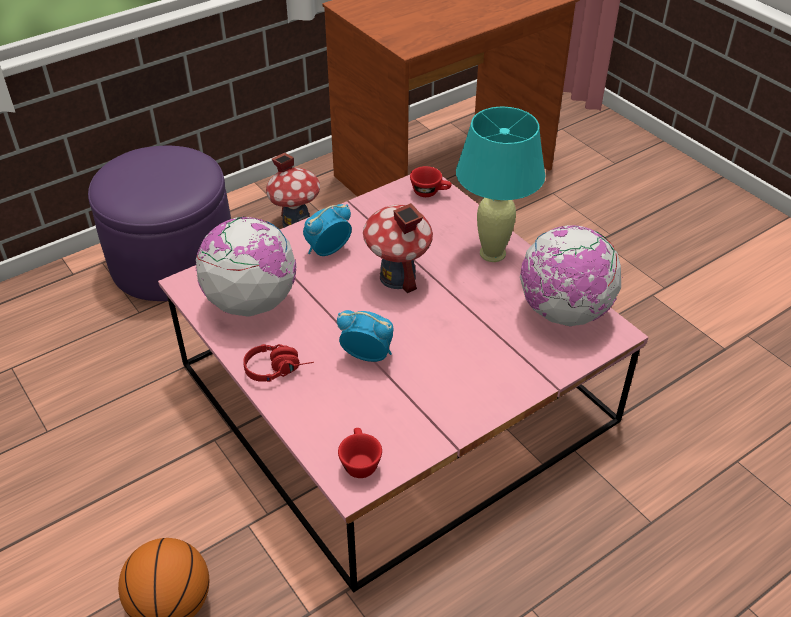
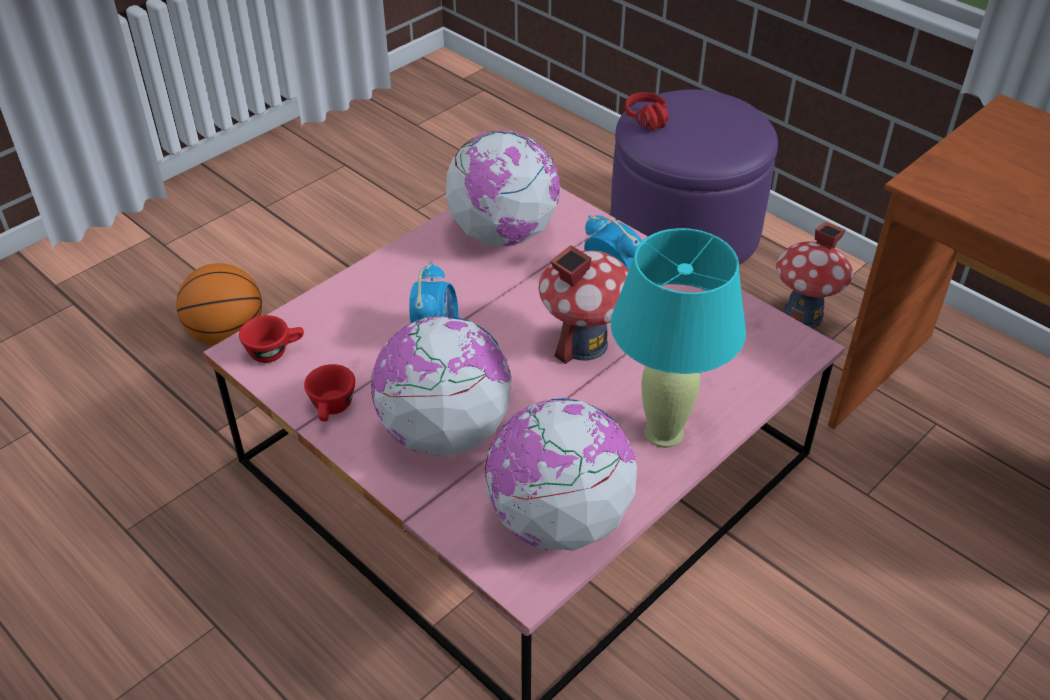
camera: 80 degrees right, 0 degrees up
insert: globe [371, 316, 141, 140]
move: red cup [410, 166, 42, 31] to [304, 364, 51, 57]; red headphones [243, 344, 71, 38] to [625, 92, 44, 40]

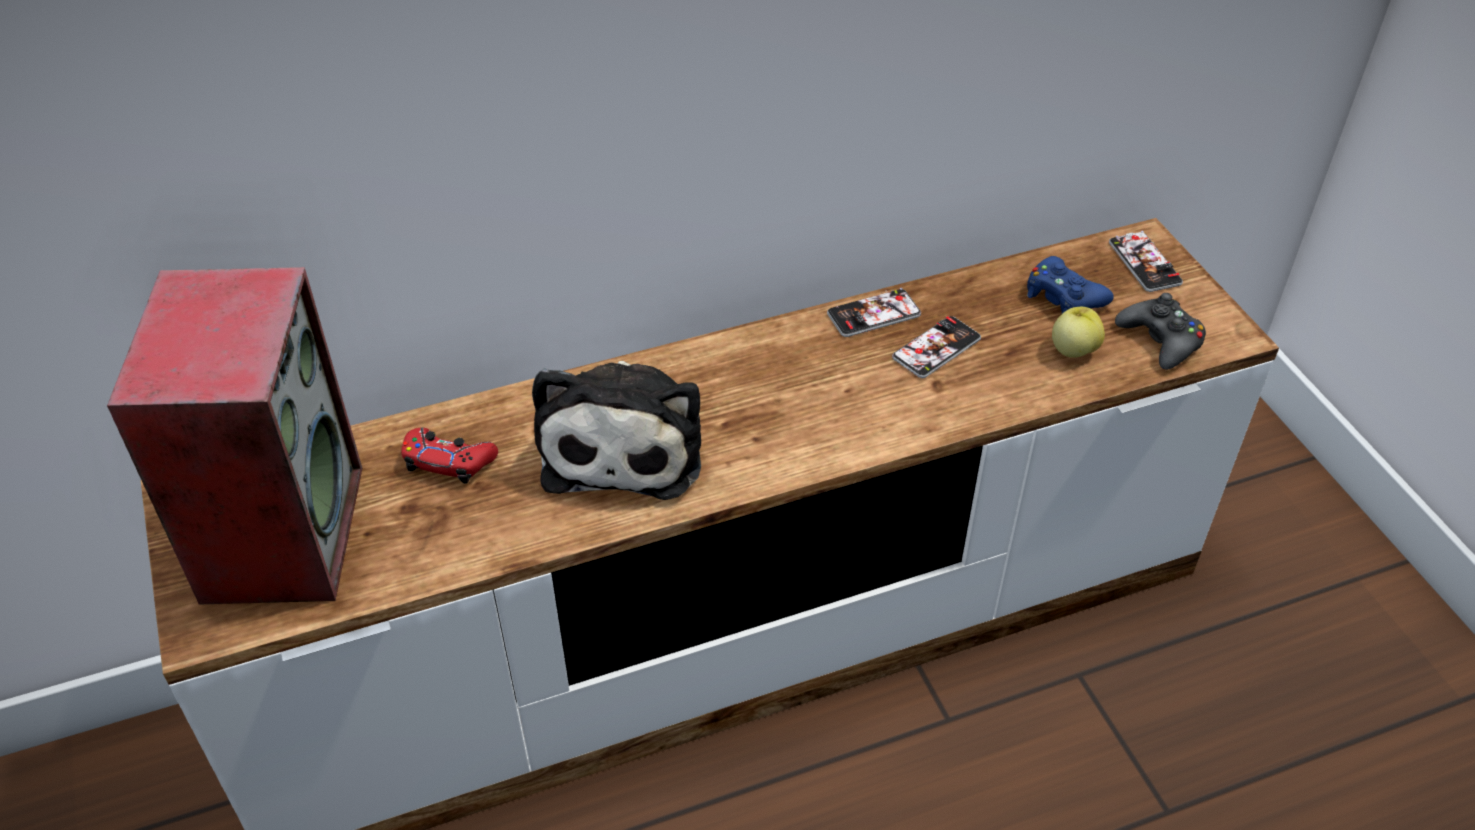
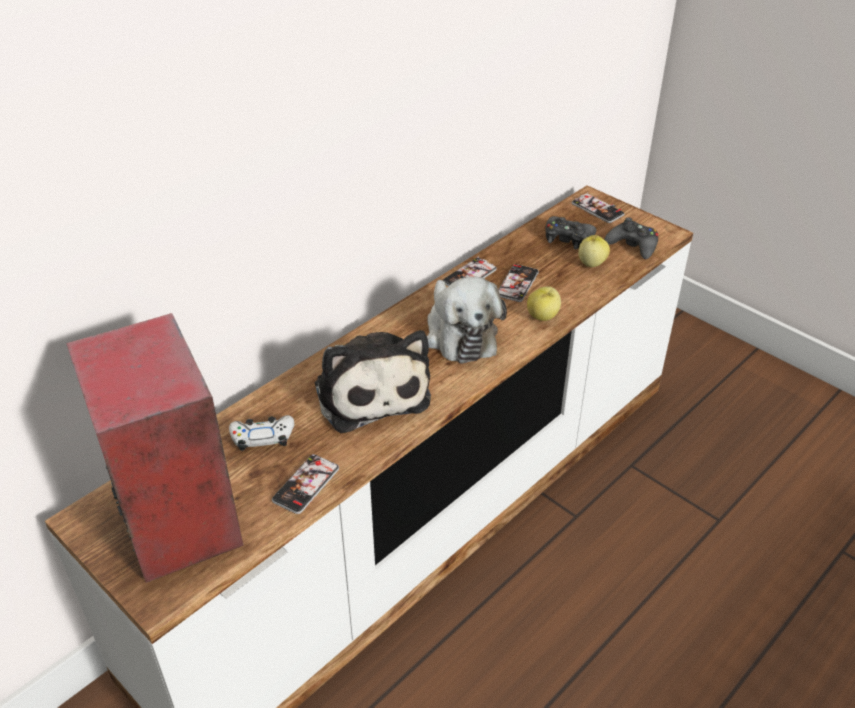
camera: 25 degrees left, 5 degrees down
insert: plush toy [427, 277, 80, 87]; apple [527, 286, 34, 35]; phone [272, 454, 67, 60]
recolor: blue game controller [1027, 256, 87, 57] to black game controller [546, 216, 50, 33]; red game controller [401, 428, 97, 56] to white game controller [229, 415, 65, 36]

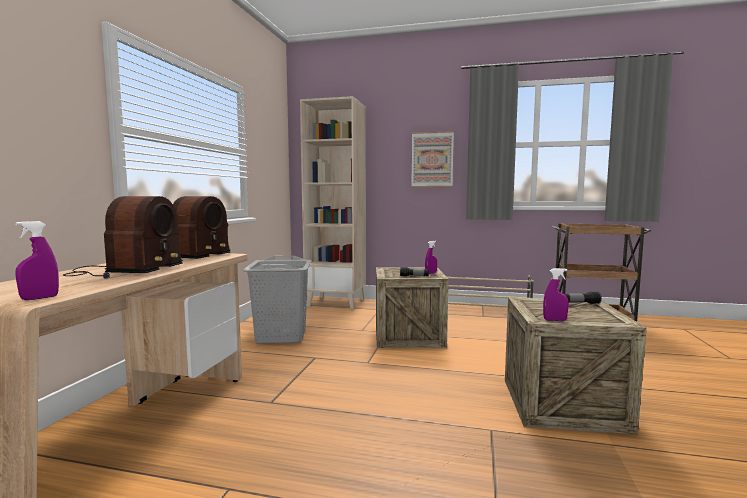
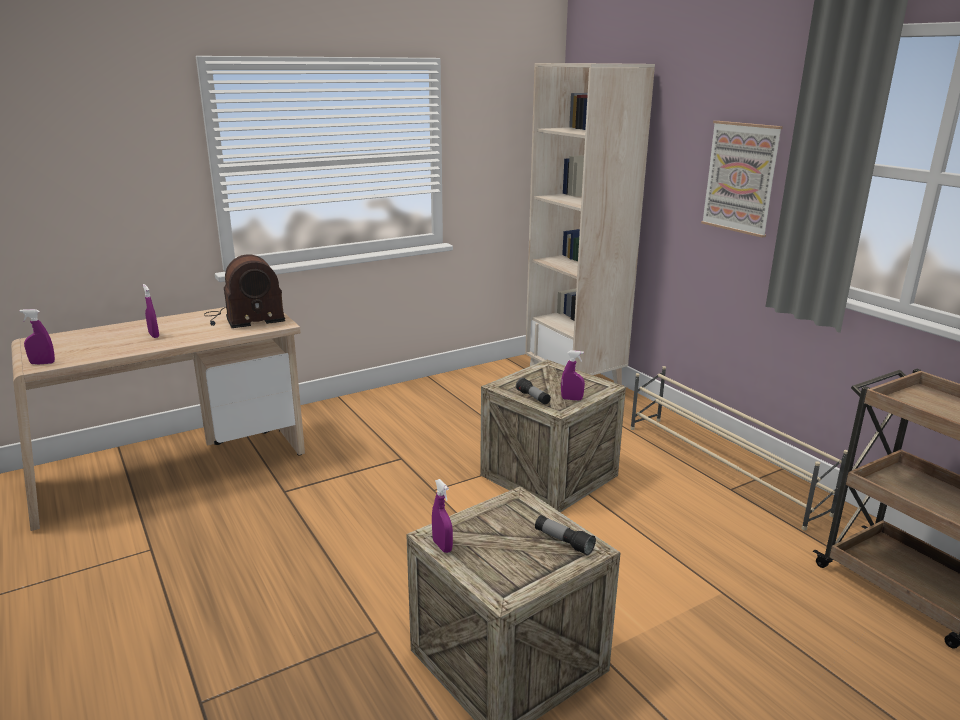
camera: 45 degrees right, 15 degrees up
delete: grey laundry basket [243, 256, 69, 88]
replace: radio [63, 196, 120, 83] to purple spray bottle [143, 284, 16, 54]

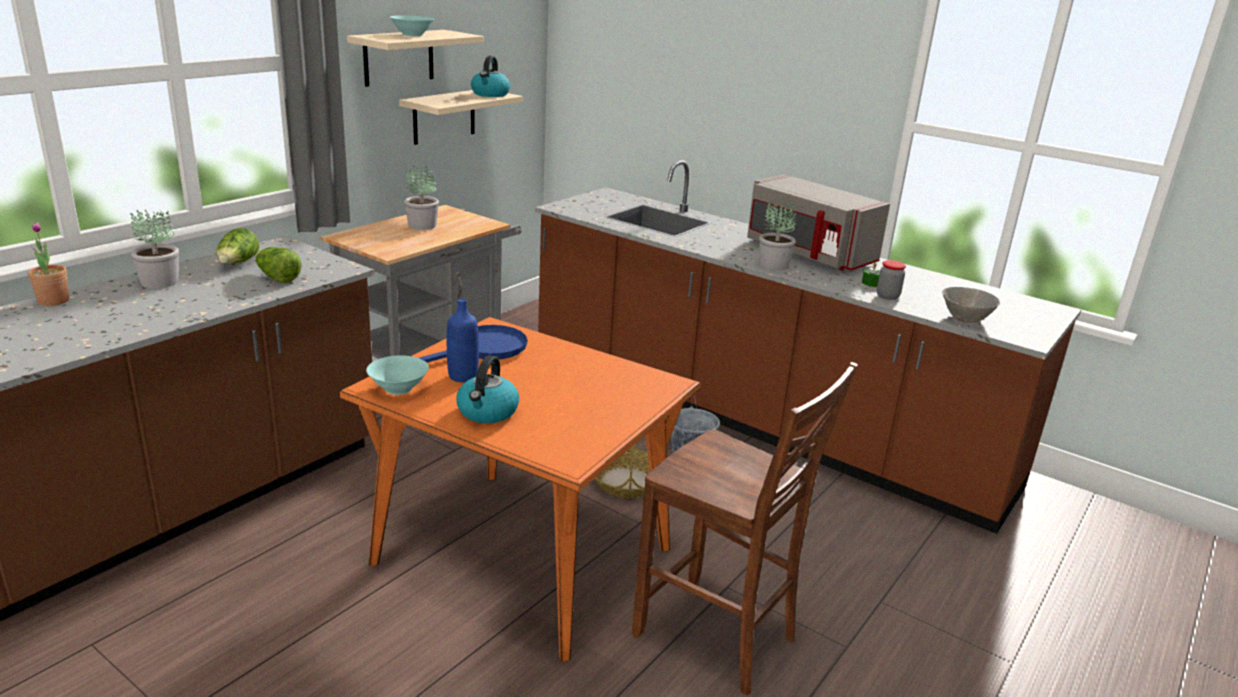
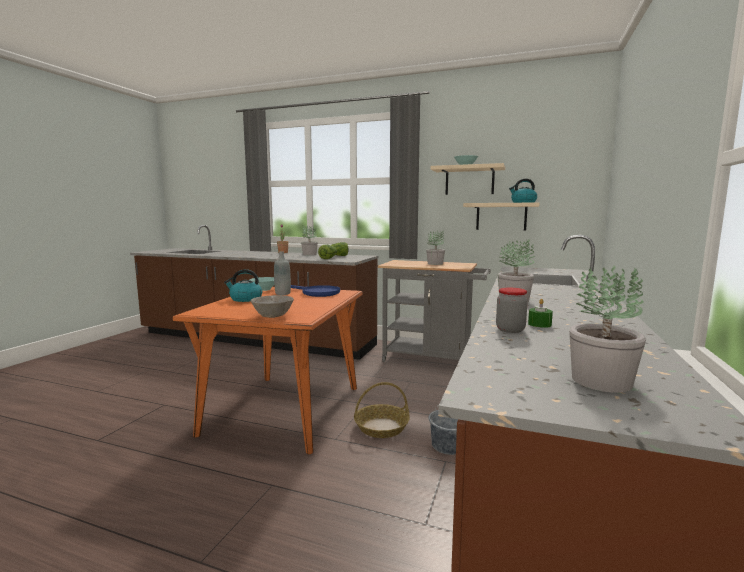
camera: 75 degrees right, 15 degrees down
delete: grey microwave [747, 174, 143, 97]; brown chair [632, 362, 226, 333]
insert: potted plant [569, 265, 77, 128]
move: grey bowl [942, 287, 58, 36] to [250, 295, 44, 23]
recolor: blue bottle [447, 298, 32, 85] to grey bottle [274, 251, 17, 44]

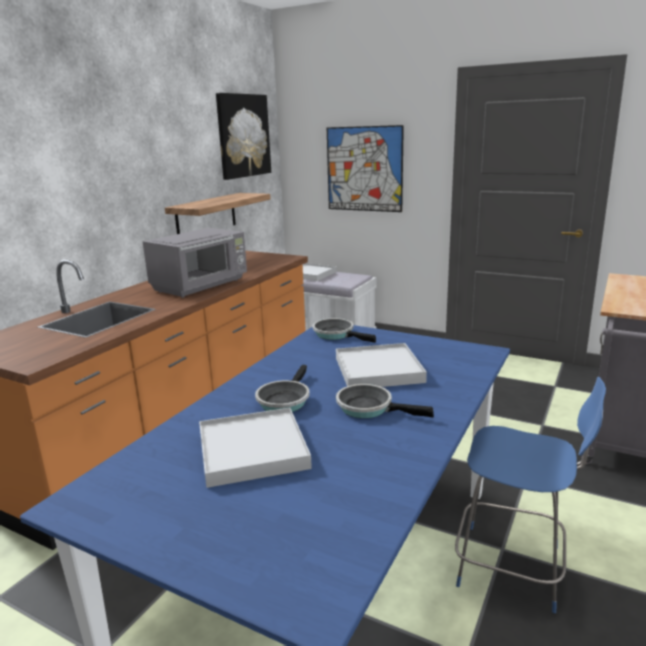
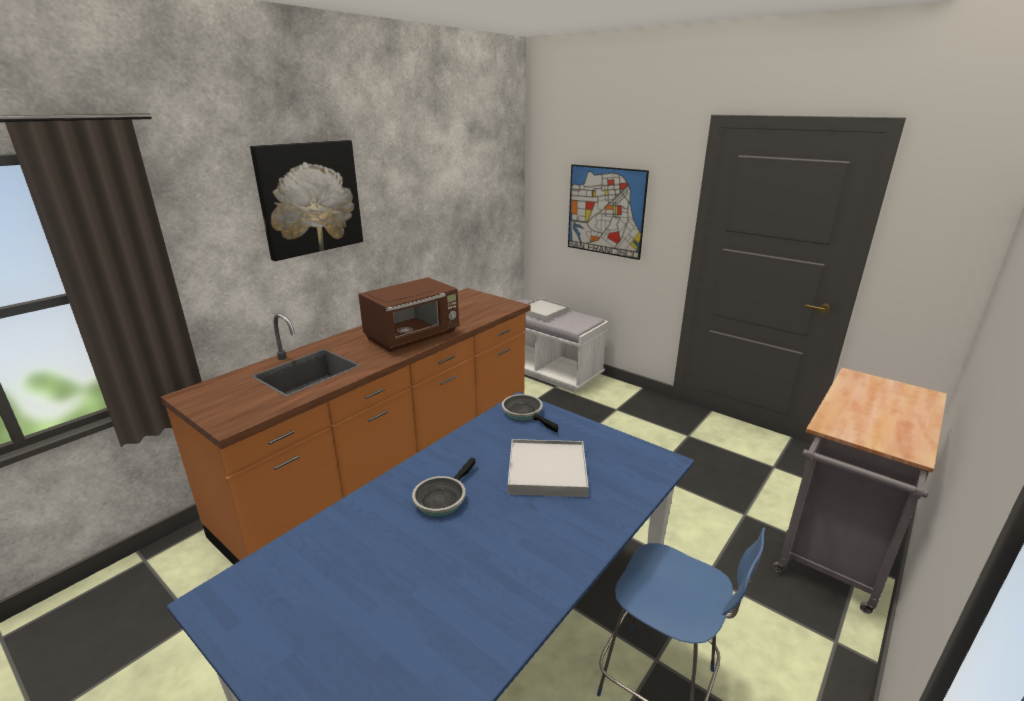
camera: 10 degrees right, 5 degrees up
delete: shelf [165, 193, 106, 41]; frying pan [336, 384, 98, 34]; white tray [199, 408, 113, 80]
move: picture [216, 93, 55, 87] to [250, 140, 113, 121]
recolor: grey microwave [142, 228, 105, 70] to brown microwave [358, 277, 101, 75]

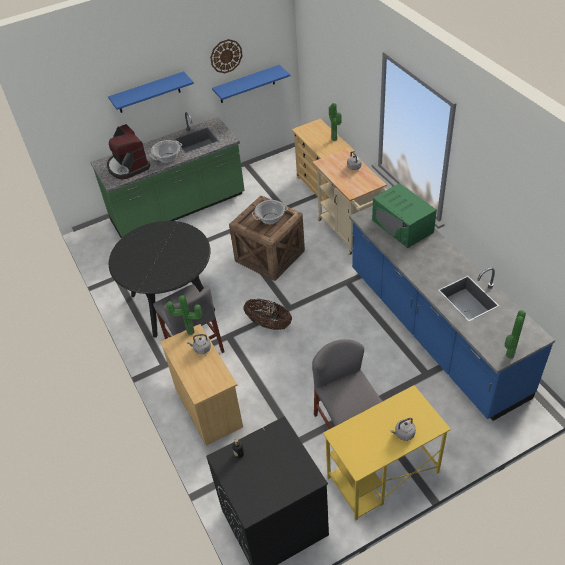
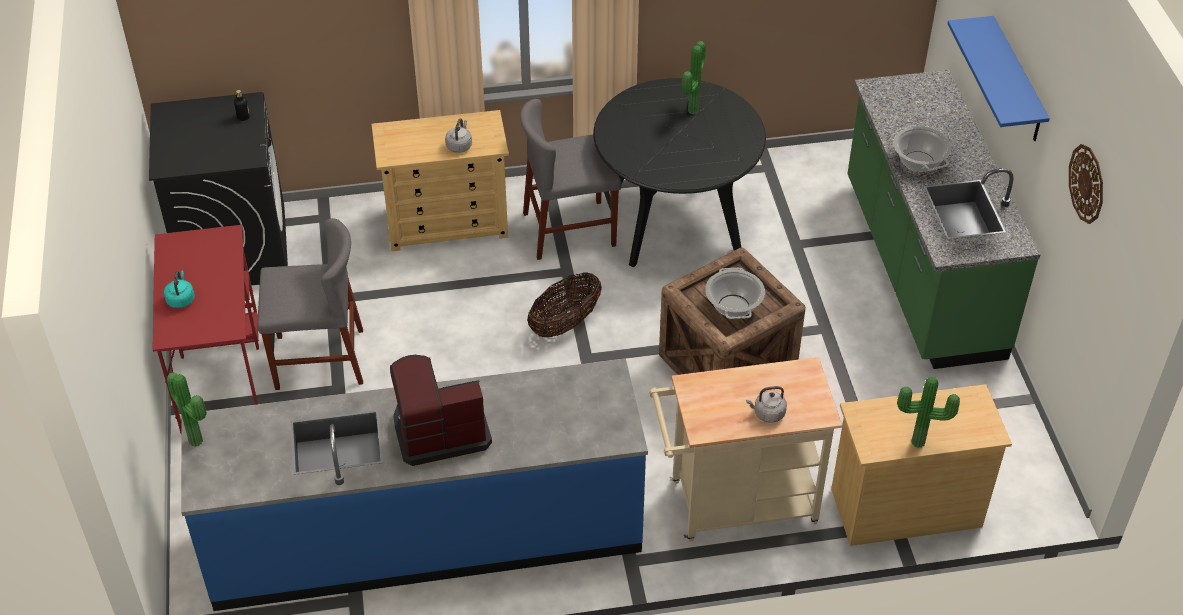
camera: 105 degrees right, 0 degrees up
delete: blue shelf [212, 65, 78, 38]; green microwave [372, 183, 65, 65]
move: coffee machine [107, 124, 43, 55] to [390, 355, 102, 111]; potted plant [166, 295, 37, 40] to [681, 41, 24, 74]
recolor: yellow desk [323, 385, 128, 136] to red desk [152, 225, 107, 208]; grey kettle [390, 418, 26, 23] to turquoise kettle [164, 271, 31, 37]

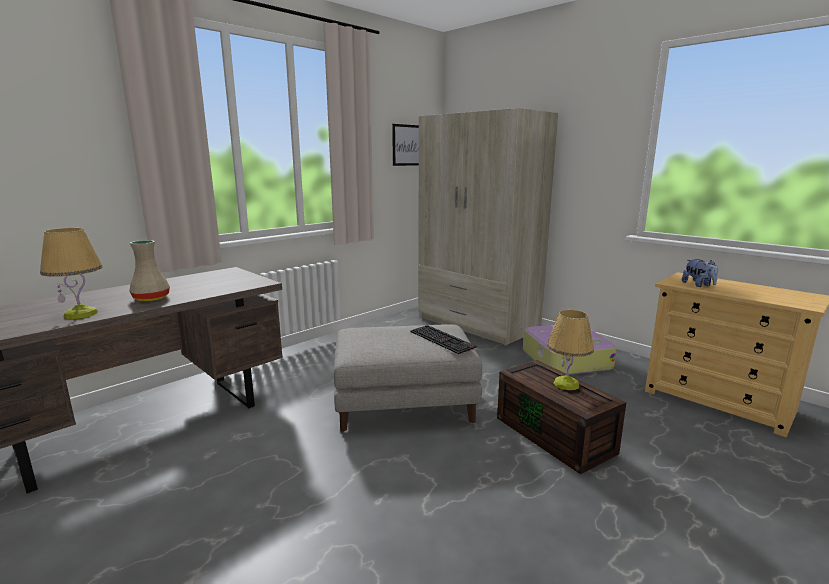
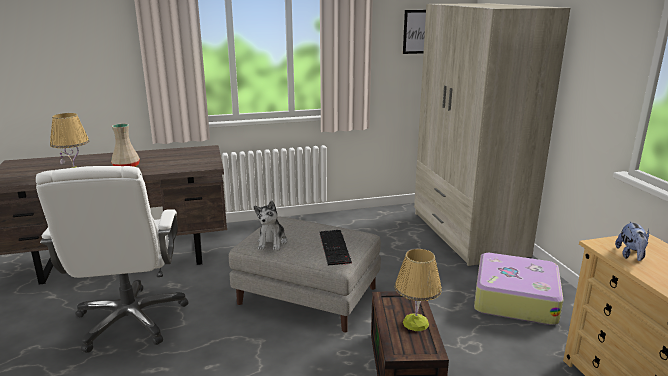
camera: 30 degrees right, 5 degrees up
insert: white office chair [36, 166, 153, 187]; plush toy [254, 201, 33, 50]

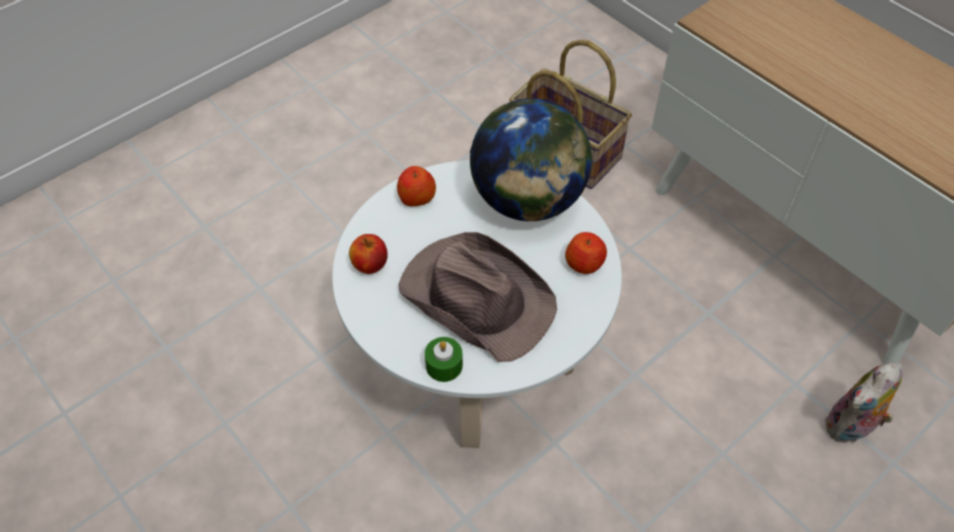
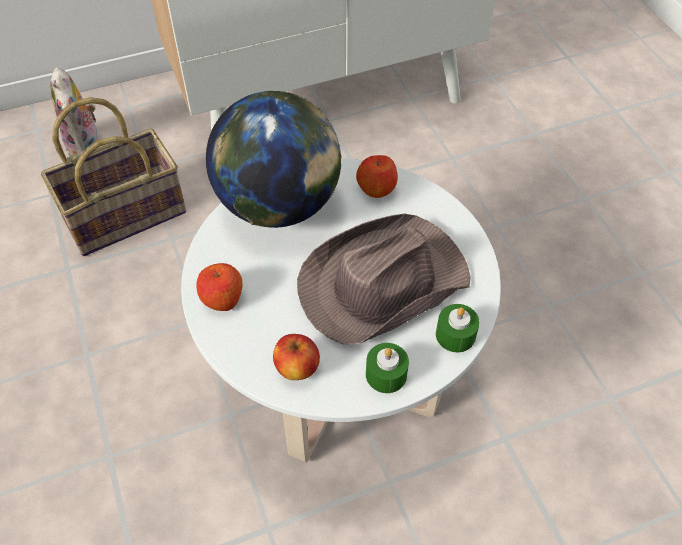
camera: 70 degrees left, 0 degrees up
insert: green candle [366, 343, 43, 50]
move: plush toy [824, 362, 79, 81] to [51, 67, 46, 89]

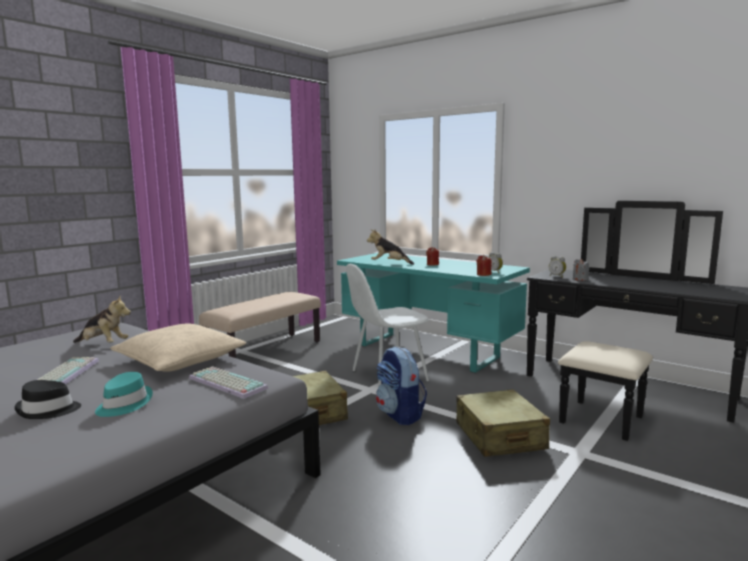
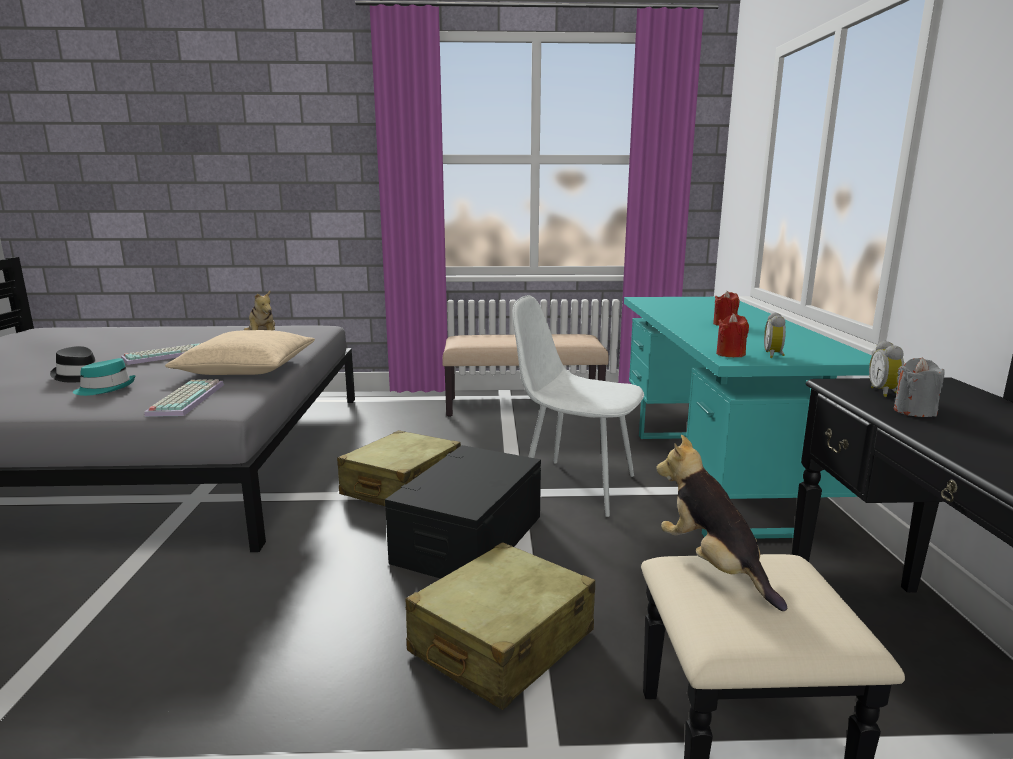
camera: 50 degrees right, 5 degrees up
move: plush toy [367, 229, 47, 36] to [656, 435, 131, 176]
replace: backpack [376, 346, 51, 79] to black storage box [385, 445, 156, 134]

